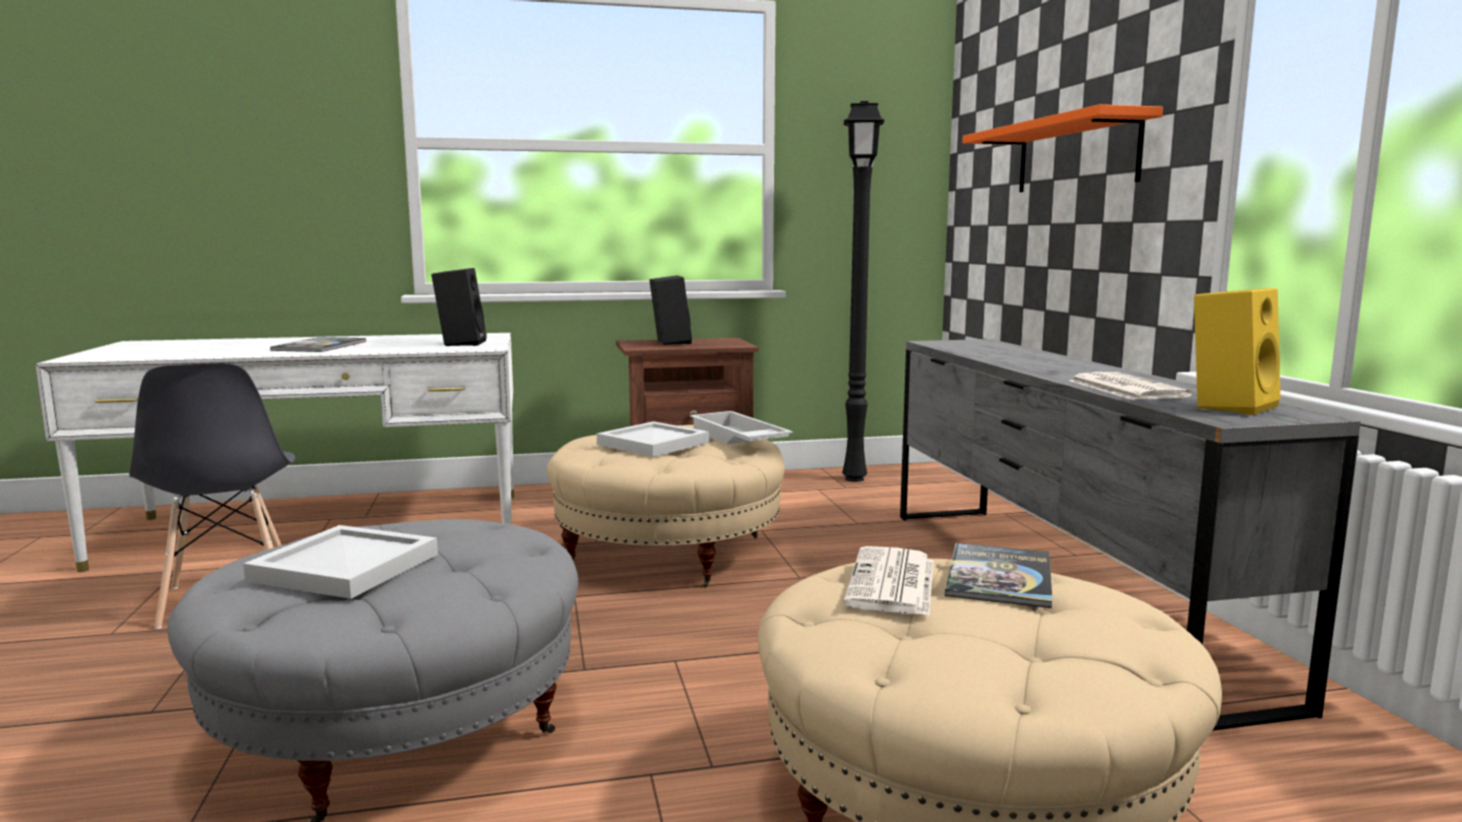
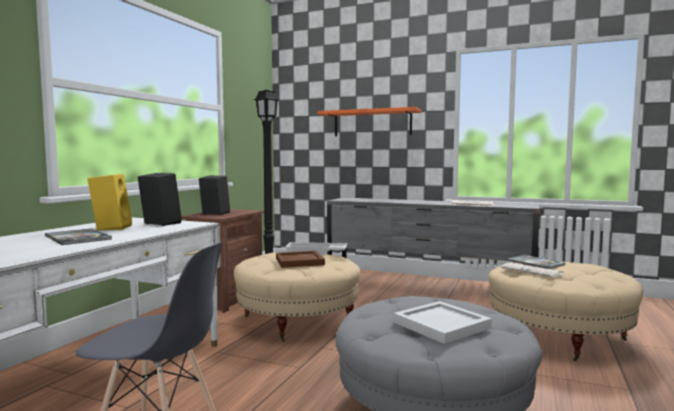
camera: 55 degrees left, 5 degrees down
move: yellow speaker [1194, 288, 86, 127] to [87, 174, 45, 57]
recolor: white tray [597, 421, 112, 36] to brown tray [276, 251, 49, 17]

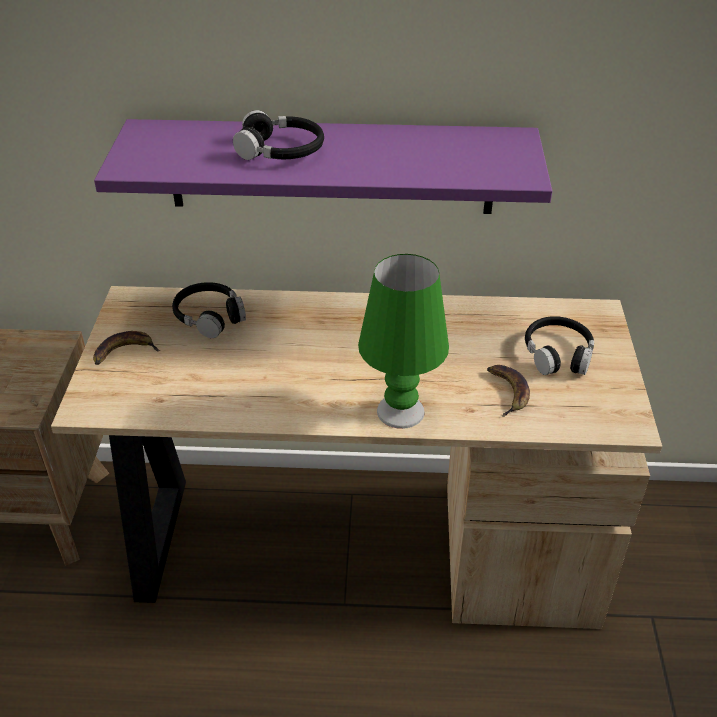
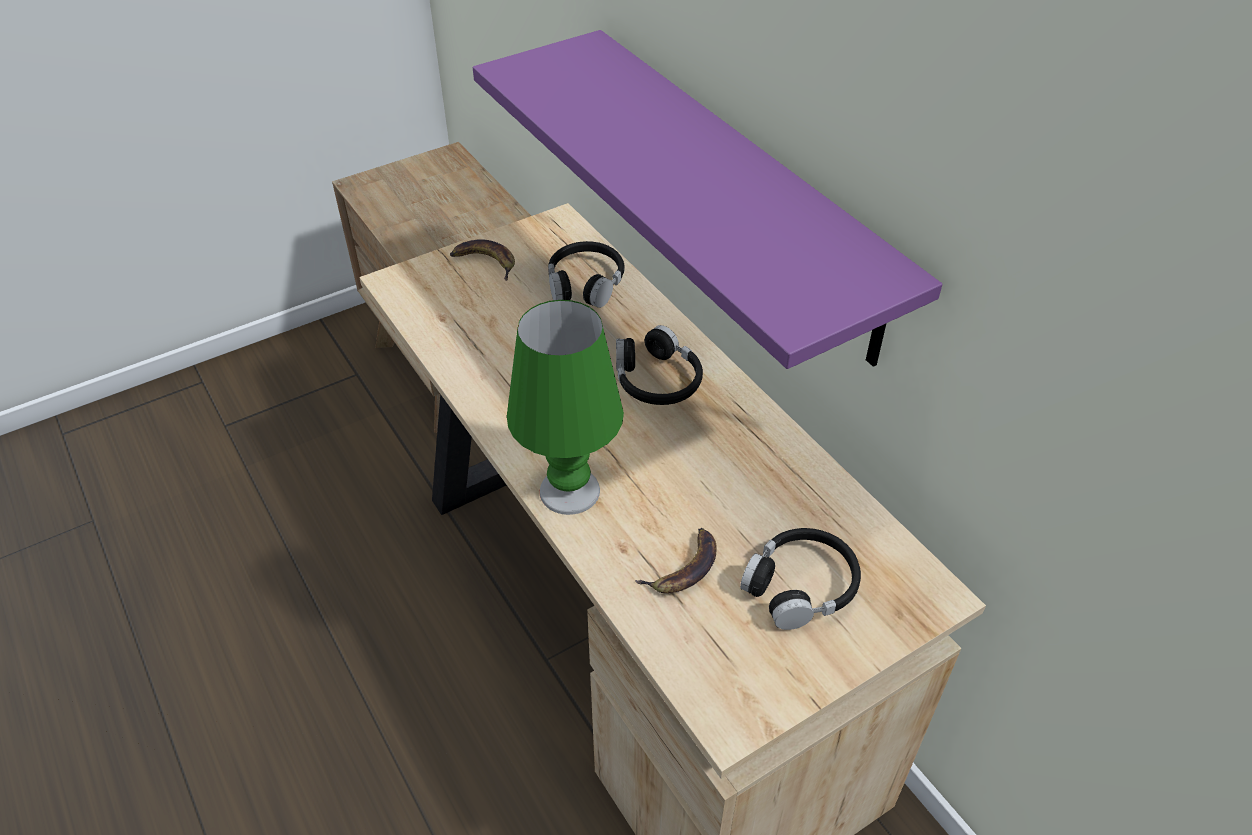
camera: 55 degrees right, 5 degrees up
move: black headphones [233, 110, 91, 50] to [616, 325, 87, 80]

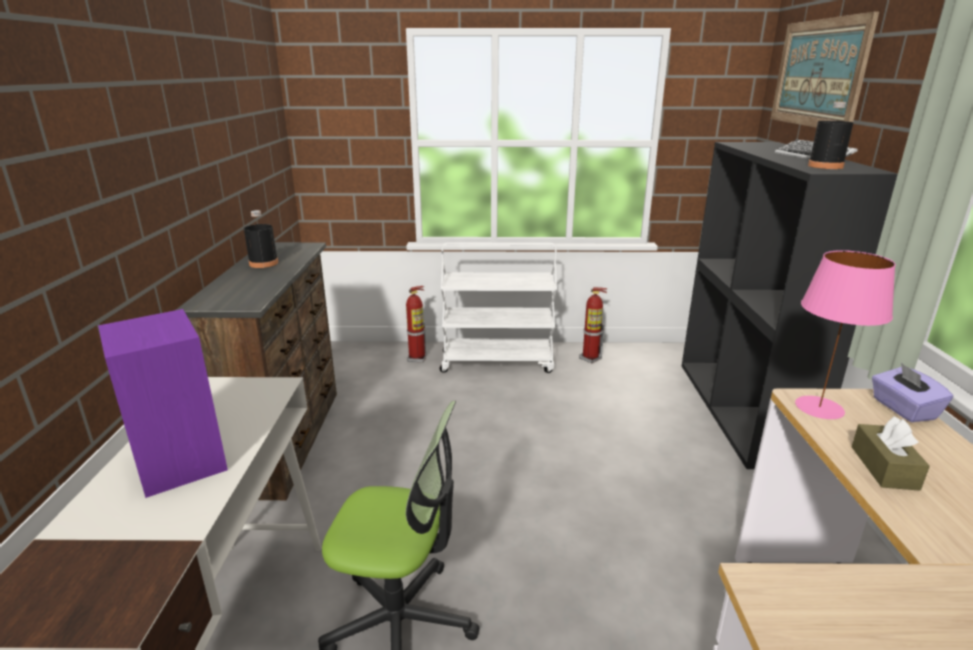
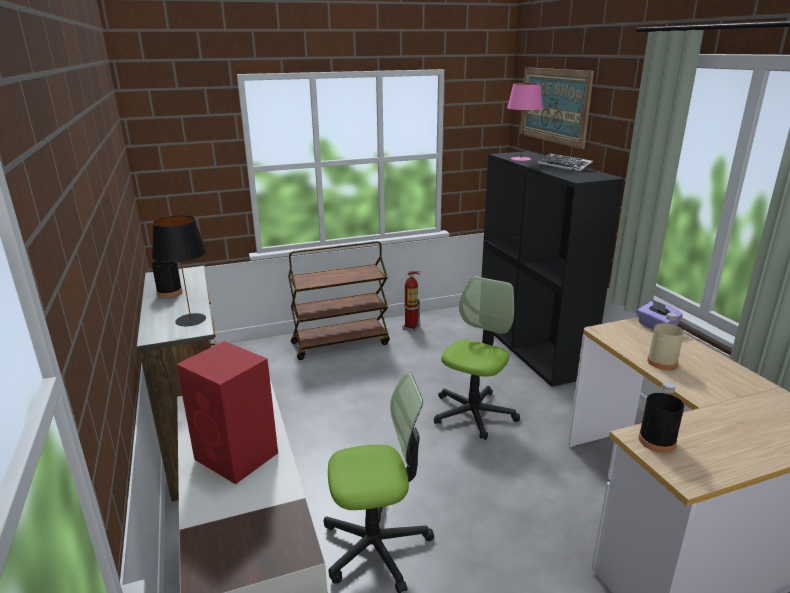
camera: 20 degrees left, 0 degrees up
delete: fire extinguisher [406, 286, 21, 76]
insert: black table lamp [152, 215, 55, 111]; office chair [434, 276, 86, 164]
move: black bottle [808, 102, 45, 67] to [639, 382, 45, 71]; pink table lamp [795, 250, 101, 169] to [507, 83, 36, 78]
replace: brown tissue box [852, 416, 78, 75] to beige bottle [647, 313, 37, 57]
recolor: white cart [440, 243, 117, 130] to brown cart [288, 241, 102, 119]; purple speaker [98, 309, 130, 189] to red speaker [177, 341, 101, 143]

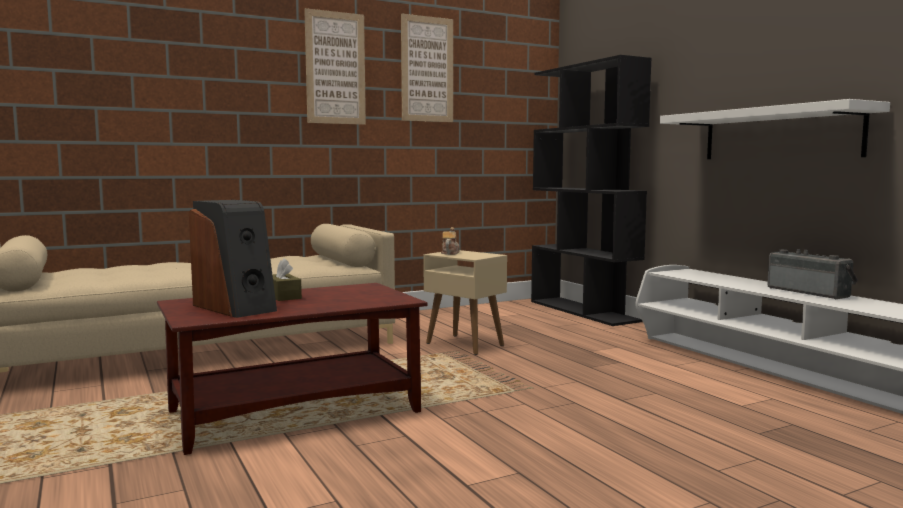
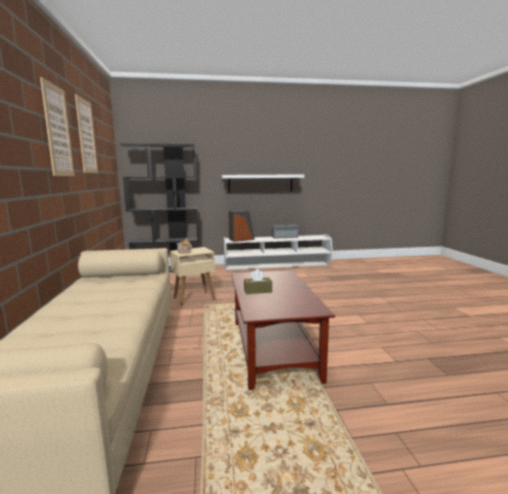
camera: 70 degrees left, 5 degrees up
move: speaker [189, 200, 88, 118] to [229, 210, 26, 32]

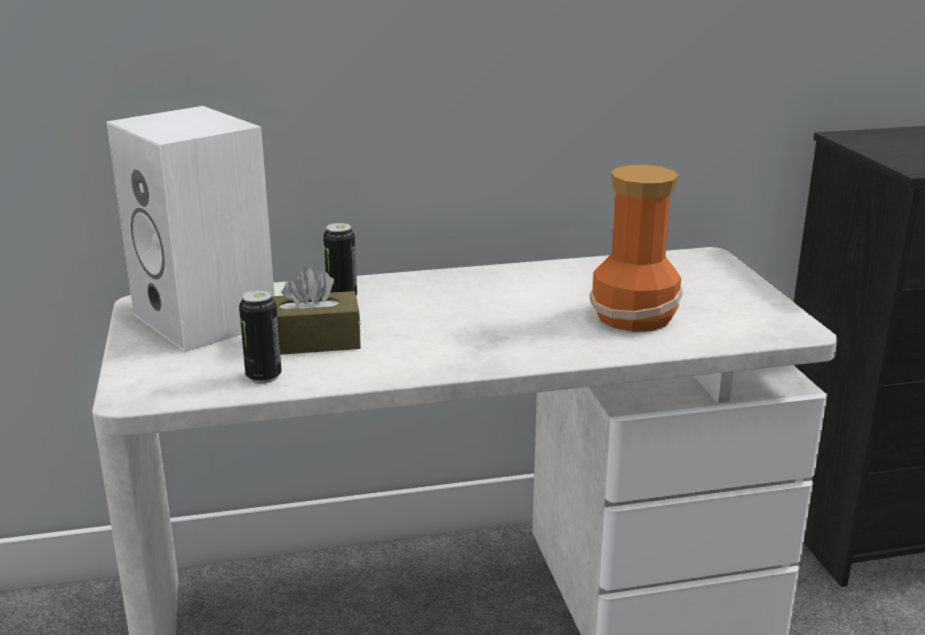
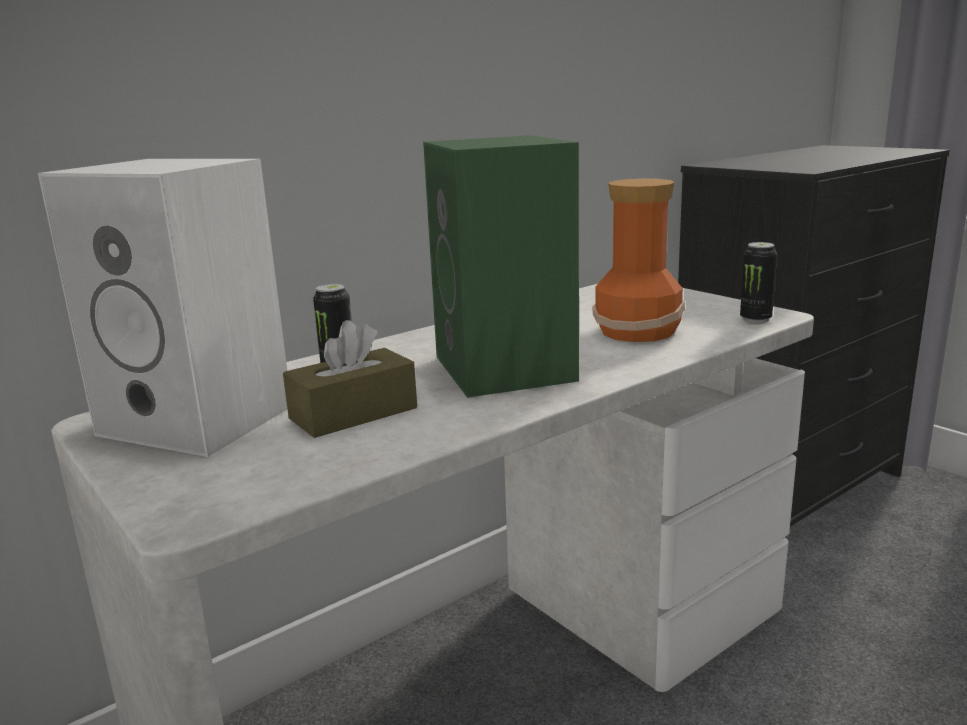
camera: 25 degrees left, 5 degrees down
insert: green speaker [423, 135, 156, 263]
move: can [239, 290, 43, 94] to [740, 242, 37, 81]

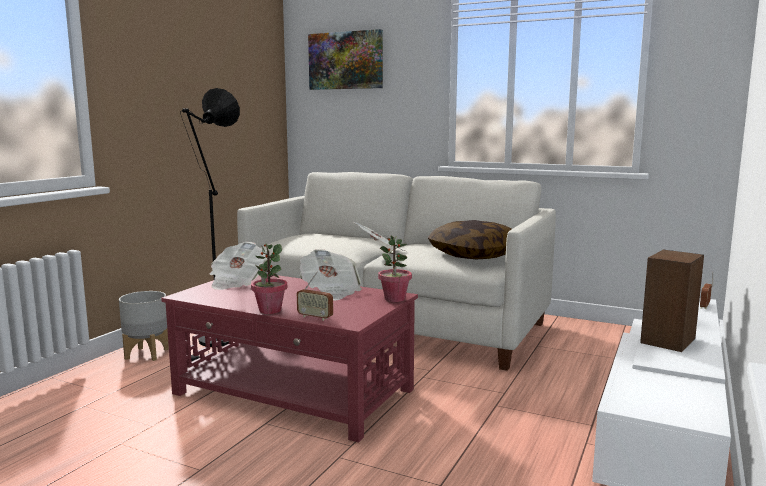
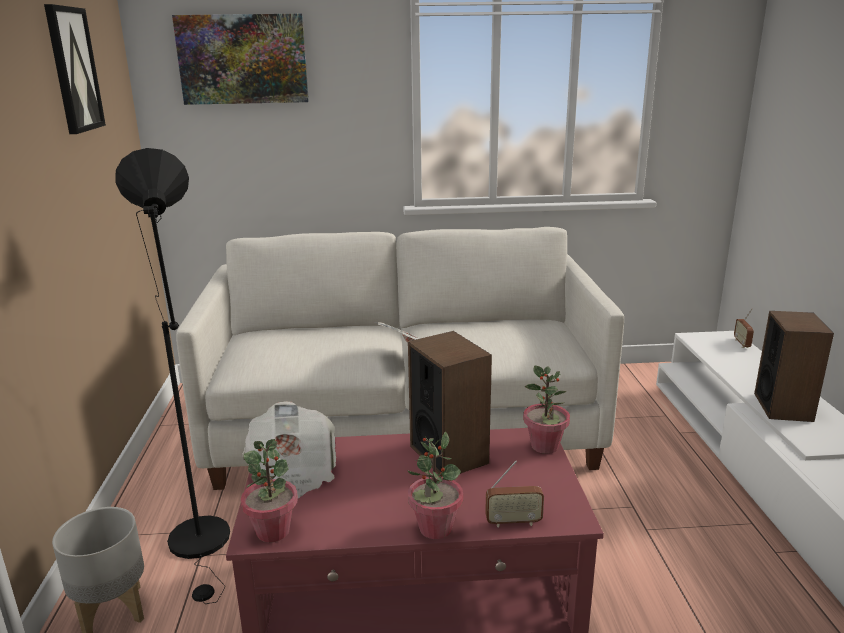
camera: 30 degrees left, 10 degrees up
delete: pillow [428, 220, 84, 39]
insert: picture [44, 4, 62, 130]; potted plant [241, 439, 57, 103]
replace: newspaper [300, 249, 62, 52] to speaker [408, 331, 84, 146]

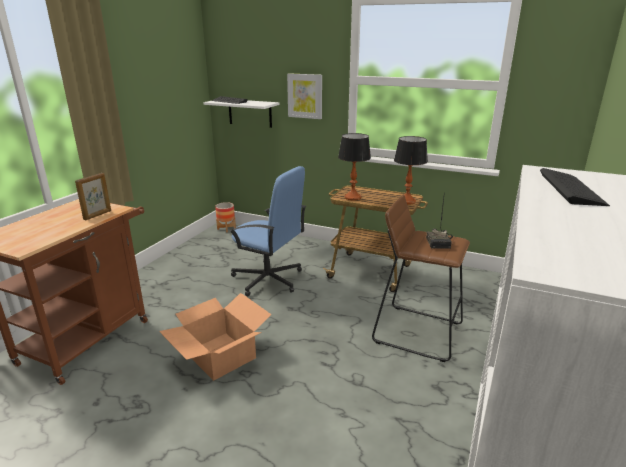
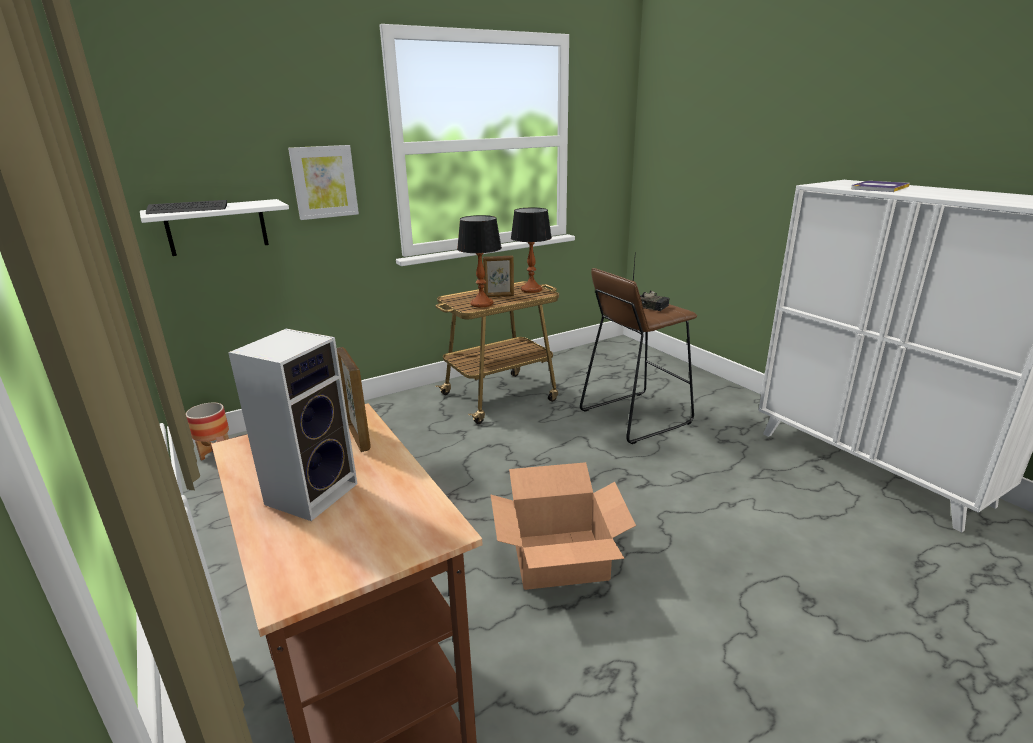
camera: 55 degrees left, 0 degrees up
delete: blue office chair [229, 166, 77, 130]
insert: picture frame [483, 255, 31, 42]; speaker [228, 329, 129, 192]
replace: keyboard [540, 168, 70, 38] to book [851, 181, 59, 11]

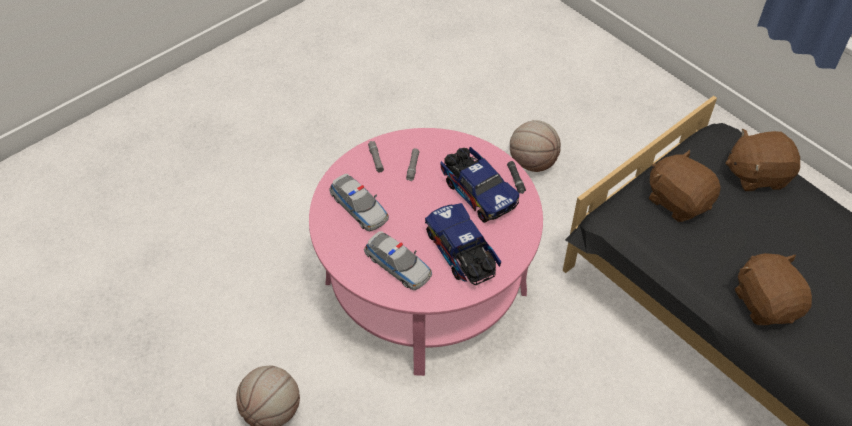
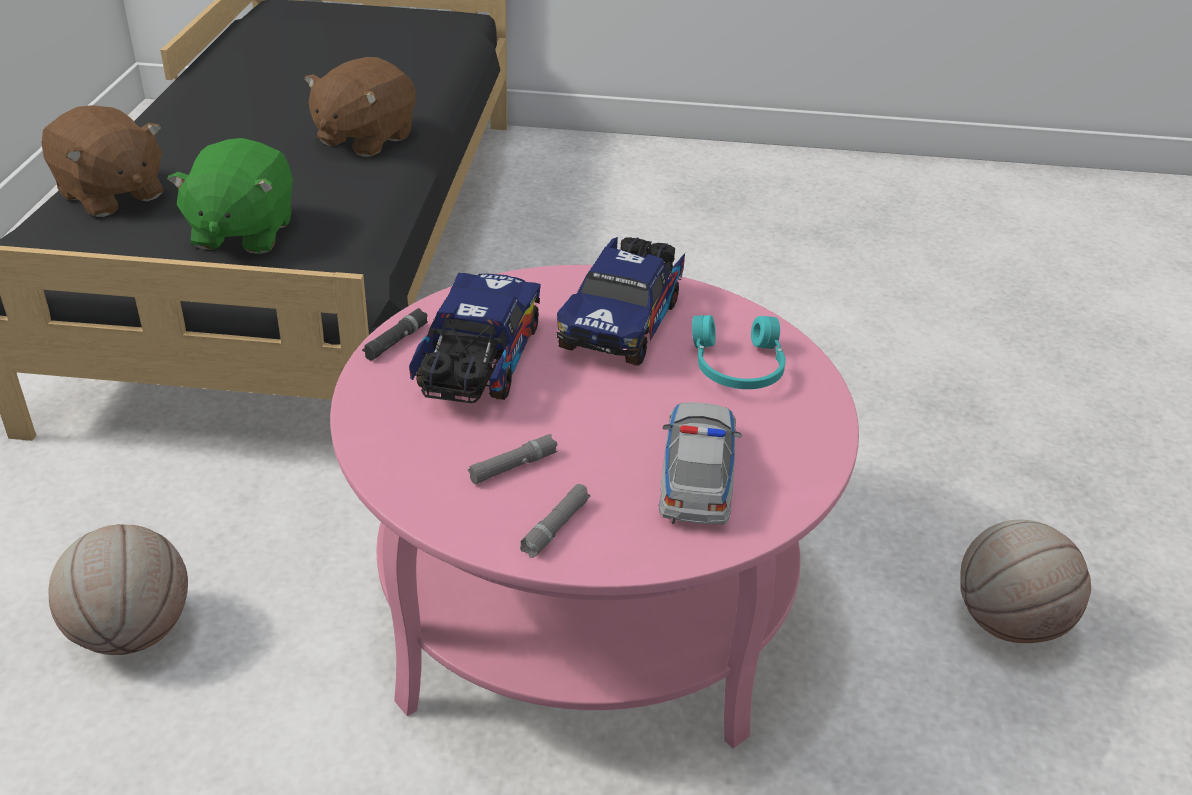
camera: 135 degrees left, 15 degrees down
replace: toy car [364, 231, 68, 59] to turquoise headphones [692, 315, 94, 74]
recolor: brown plush toy [649, 150, 72, 72] to green plush toy [167, 138, 126, 116]

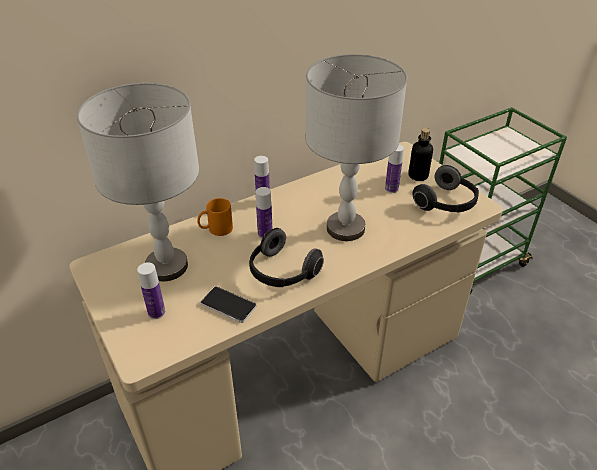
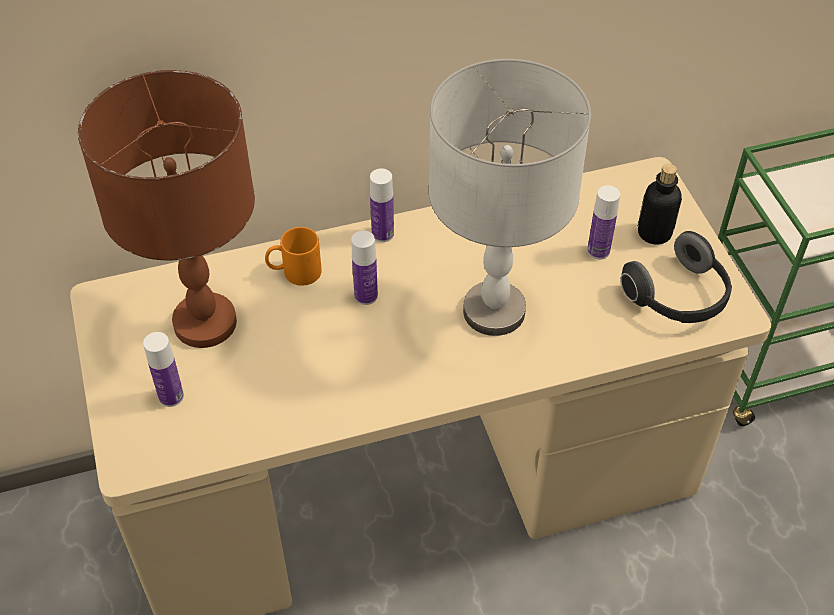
camera: 15 degrees right, 10 degrees up
delete: headphones [249, 228, 75, 59]; phone [200, 286, 56, 37]
recolor: grey table lamp [77, 83, 122, 198] to brown table lamp [78, 70, 177, 278]

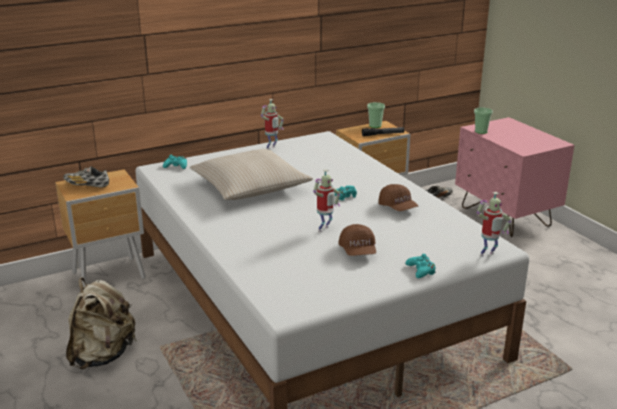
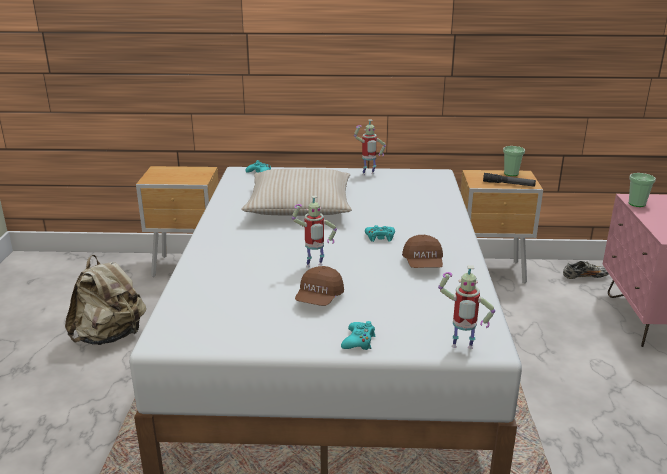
camera: 30 degrees right, 0 degrees up
delete: shoe [63, 166, 46, 21]

